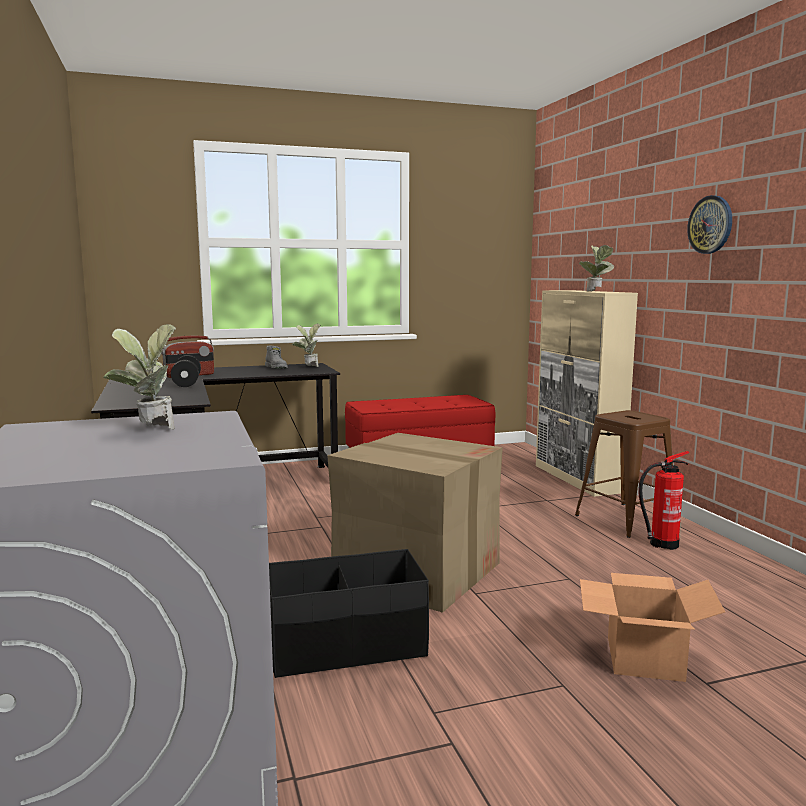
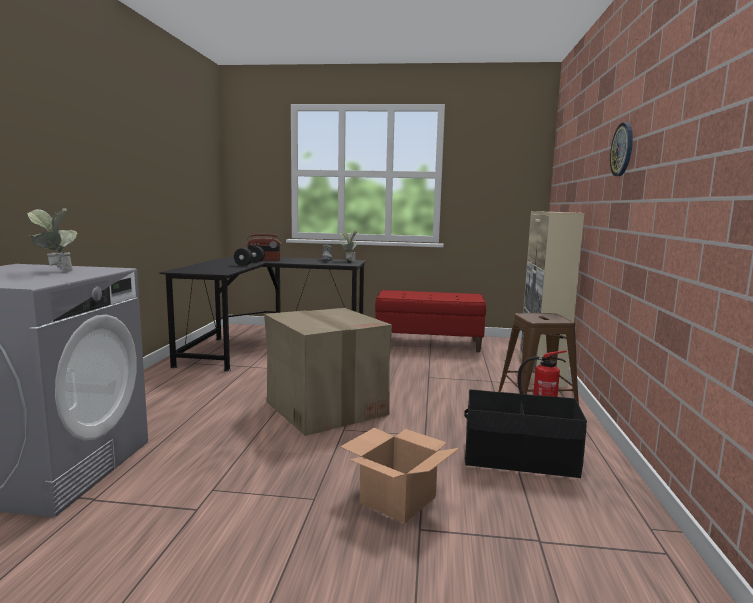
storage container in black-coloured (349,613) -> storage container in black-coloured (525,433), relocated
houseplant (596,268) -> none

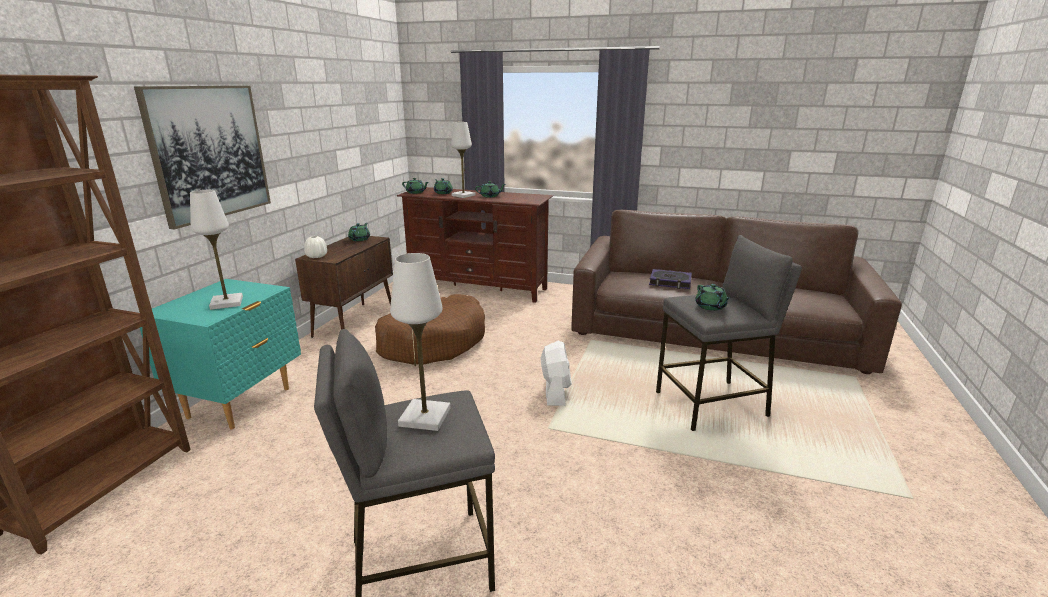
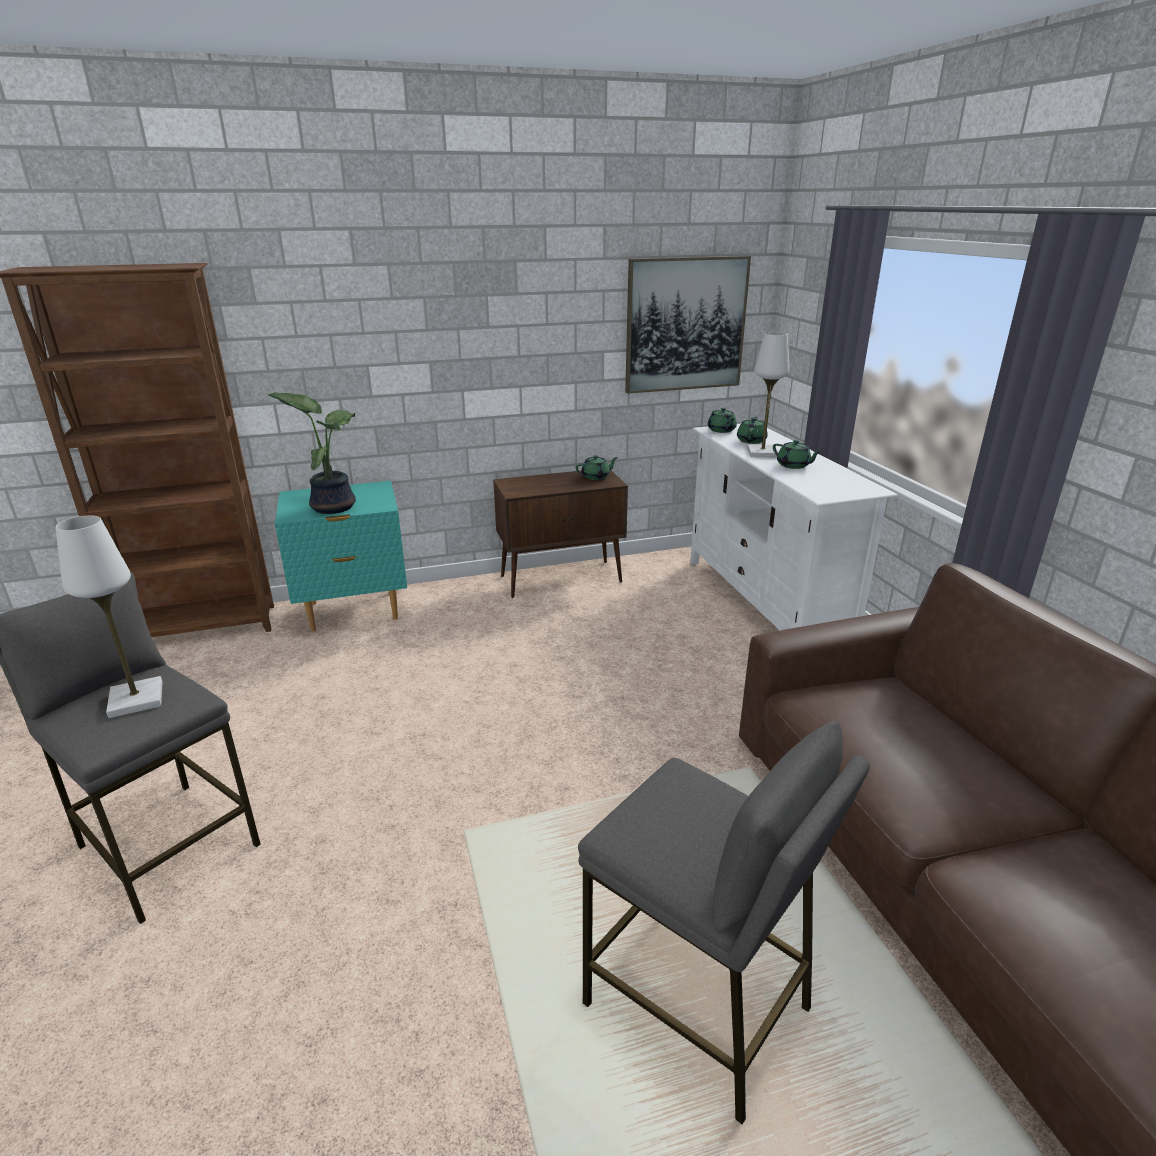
table lamp in white (216,250) -> houseplant (311,453)
wall art (202,157) -> wall art (688,325), relocated
media console in brown (475,245) -> media console in white (794,527)
decorative vase in white (315,247) -> none
pet bed in brown (430,329) -> none
cooling fan in white (556,373) -> none
book (670,279) -> none
tea pot in greenish (713,297) -> none

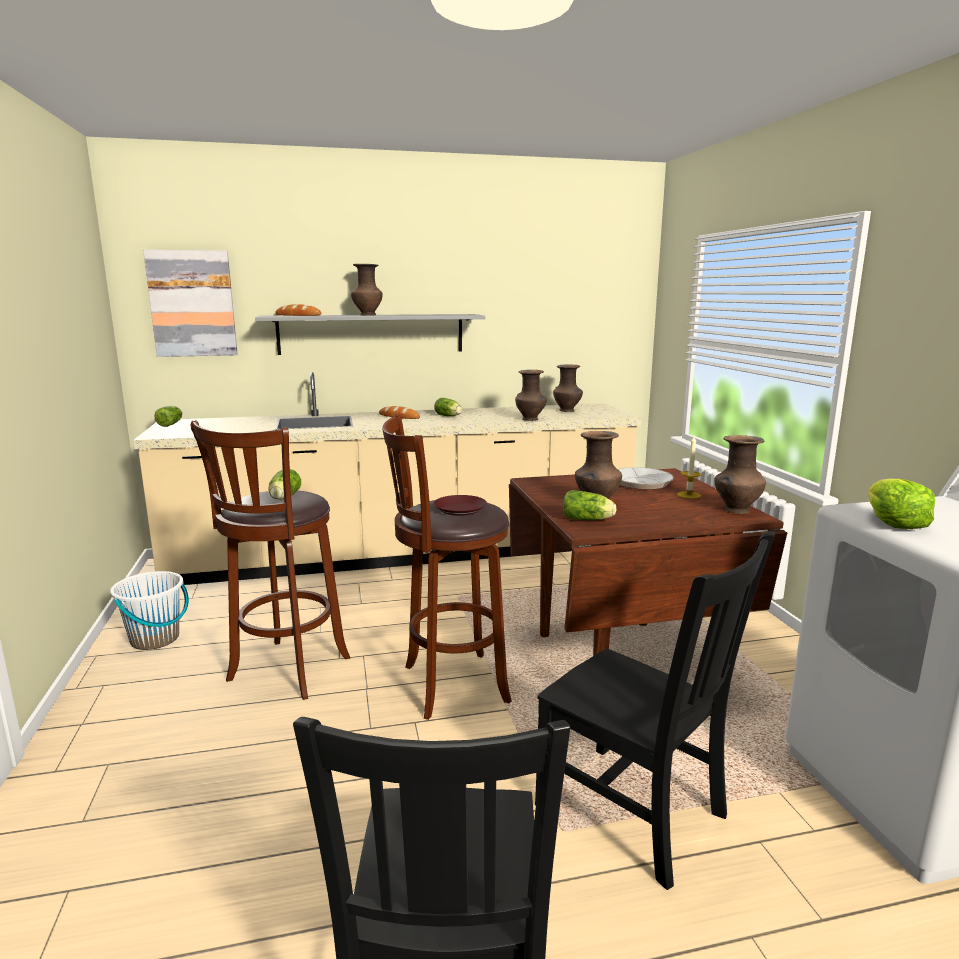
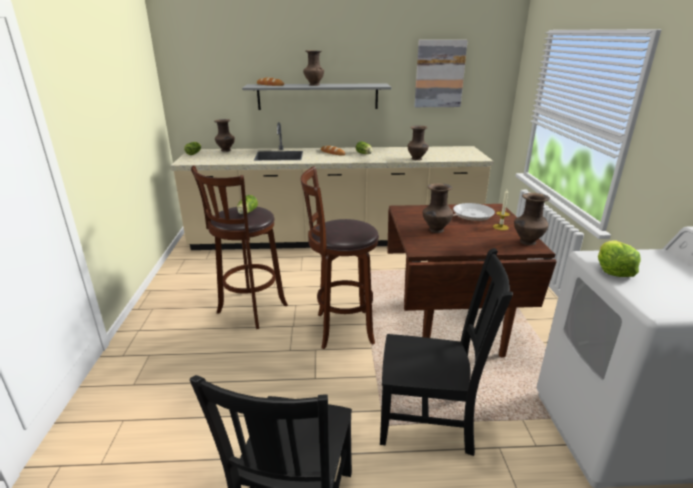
decorative vase in brown (568,388) -> decorative vase in brown (224,135), relocated
plain chair in black-coloured (655,711) -> plain chair in black-coloured (446,352), 45 degrees counterclockwise
wall art (190,303) -> wall art (441,73), relocated
water bucket in white (149,610) -> none
dinner plate in brown (460,505) -> none
lettuce (590,505) -> none

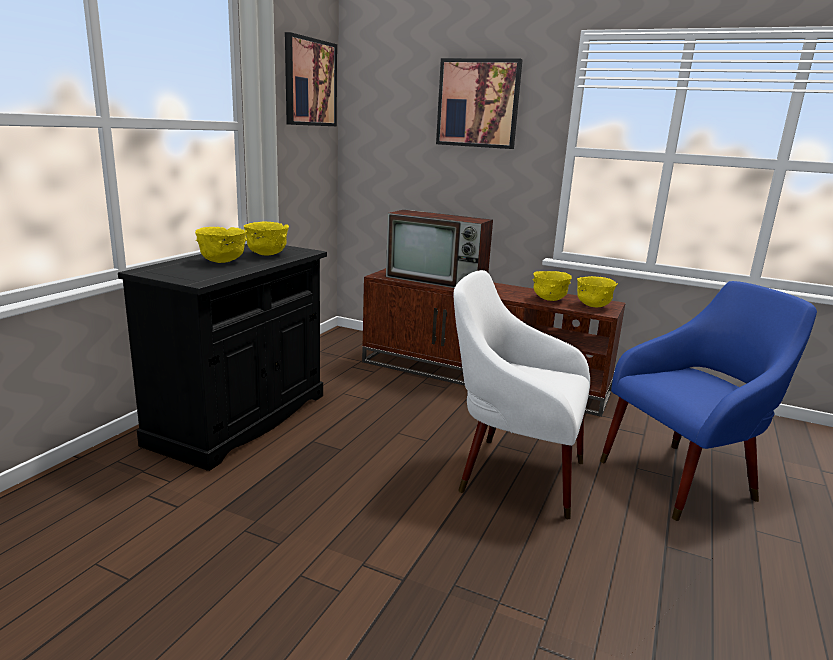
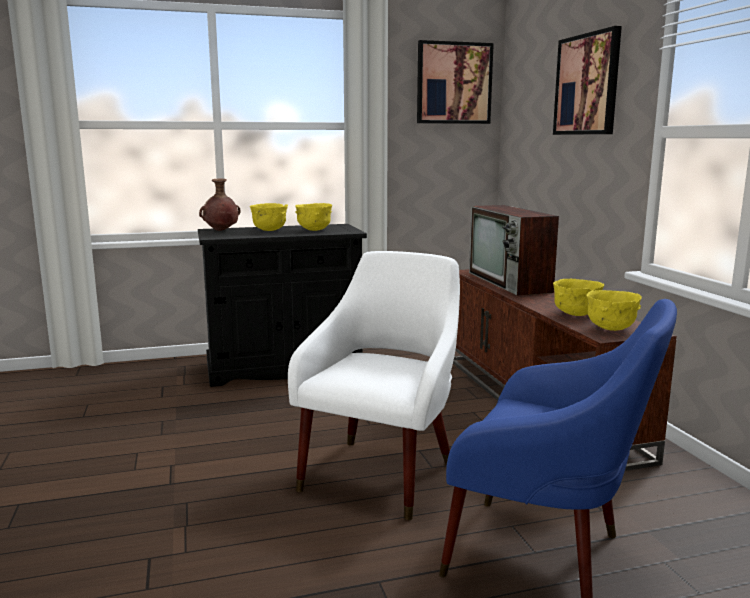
none -> decorative vase in brown (220,204)
armchair in white (521,394) -> armchair in white (374,385), 45 degrees clockwise

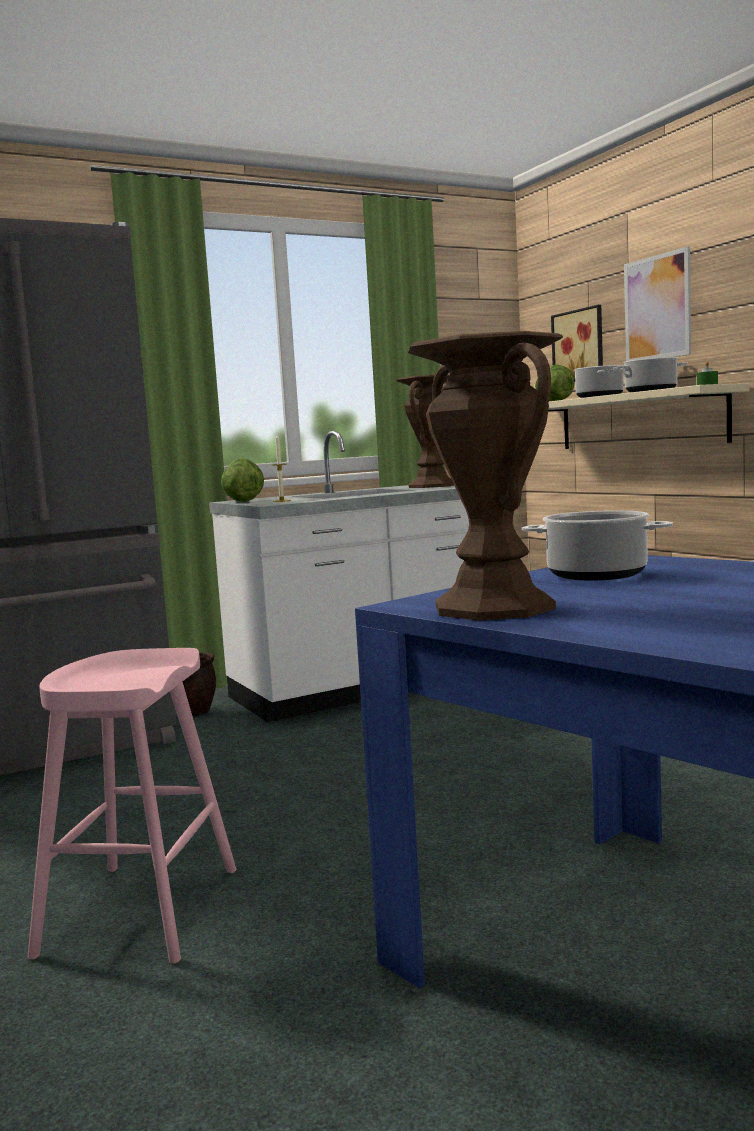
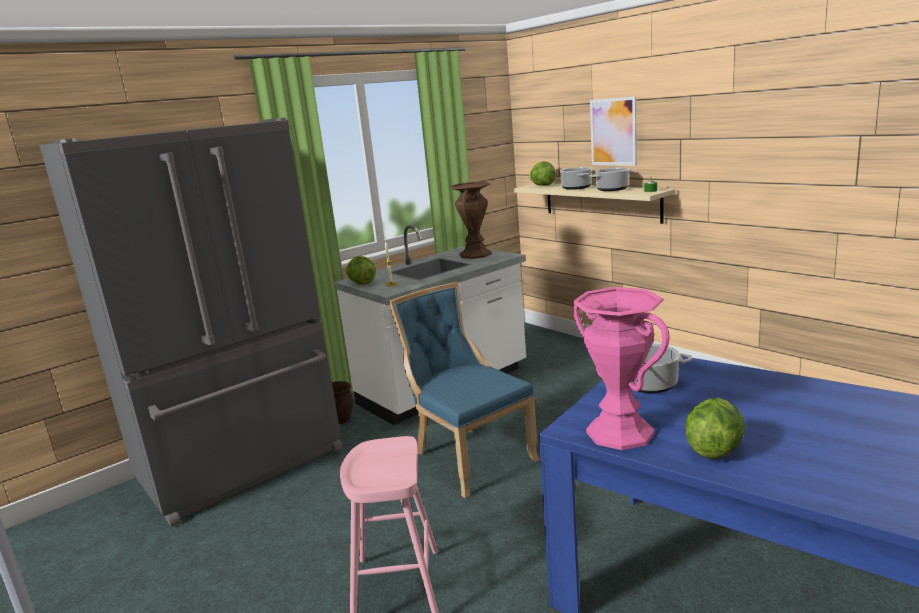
none -> plain chair in blue-coloured (464,390)
decorative vase in brown (485,475) -> decorative vase in pink (621,368)
none -> lettuce (715,428)
wall art (577,343) -> none

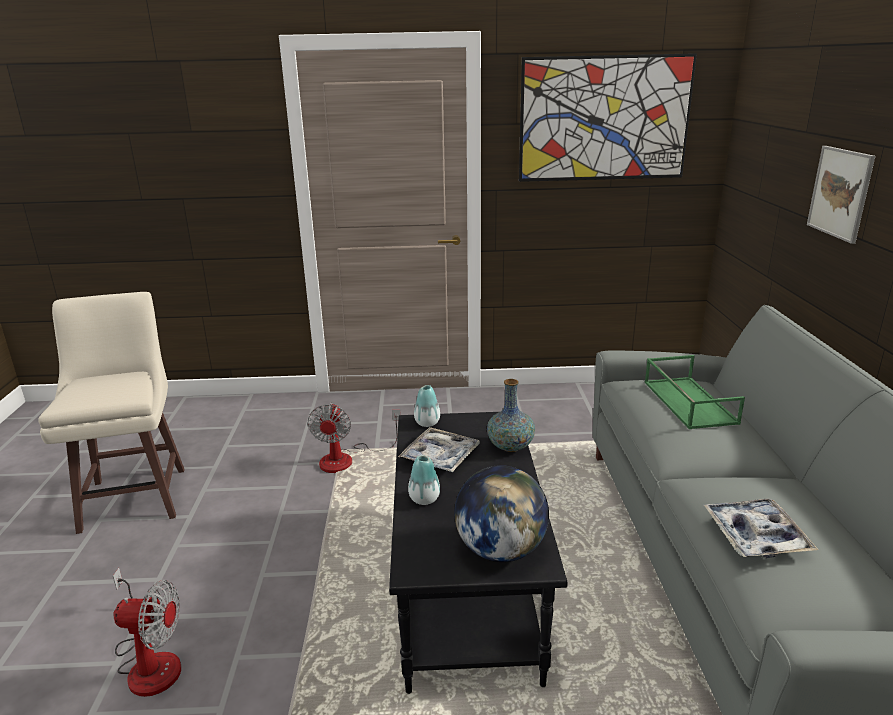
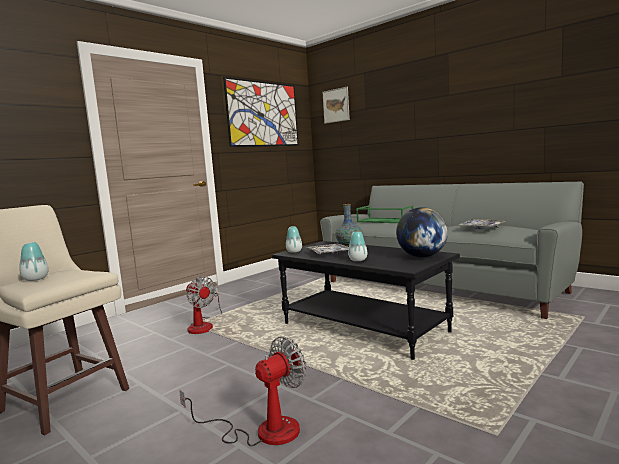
none -> decorative vase (34,261)
wall art (841,195) -> wall art (336,105), relocated

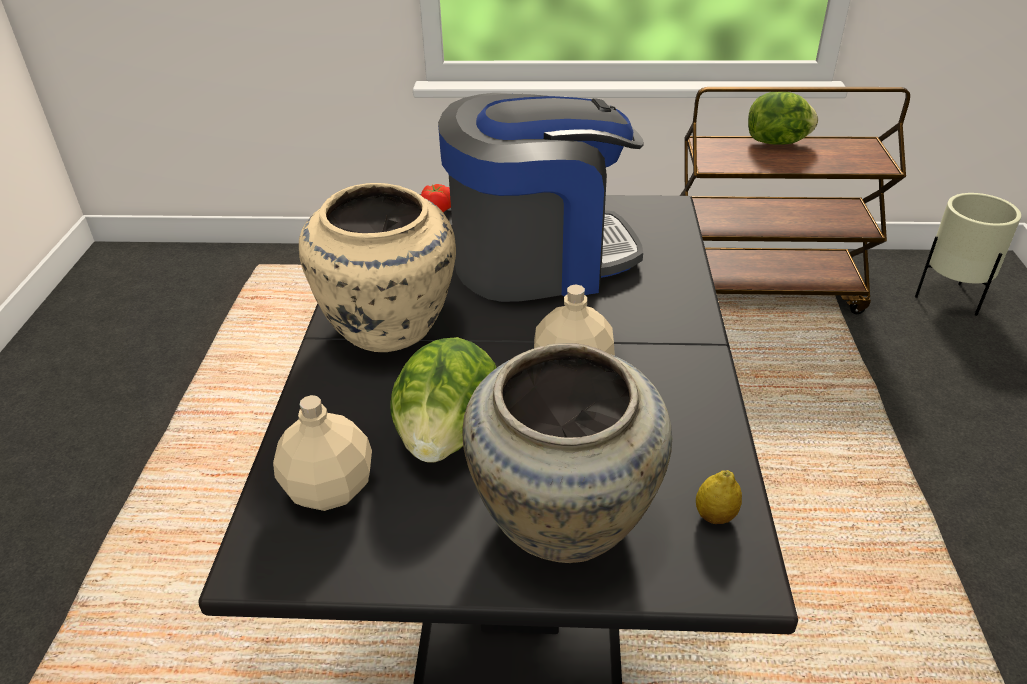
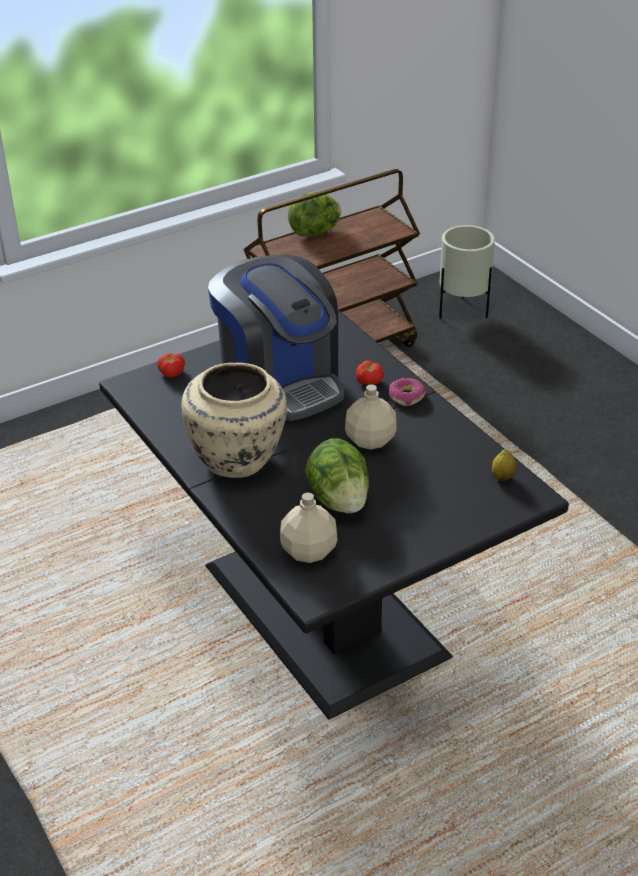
coffee machine (541,197) -> coffee machine (276,338), 105 degrees clockwise
none -> whole tomato (370,372)
none -> donut (407,392)
decorative vase in beige-coloured (567,453) -> none

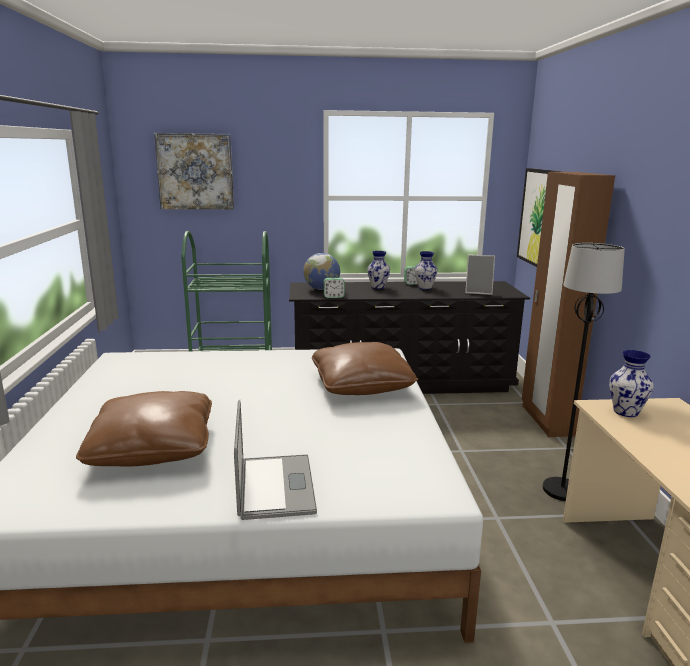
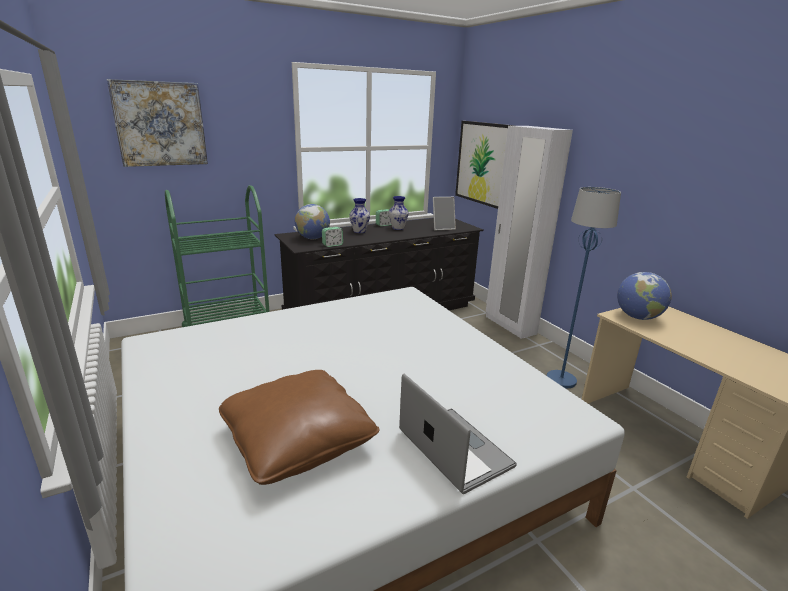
clothes cupboard in brown (568,304) -> clothes cupboard in white (529,232)
standard lamp in black-coloured (584,372) -> standard lamp in blue-coloured (584,287)
decorative vase (631,383) -> globe (644,296)
pillow in brown (365,368) -> none

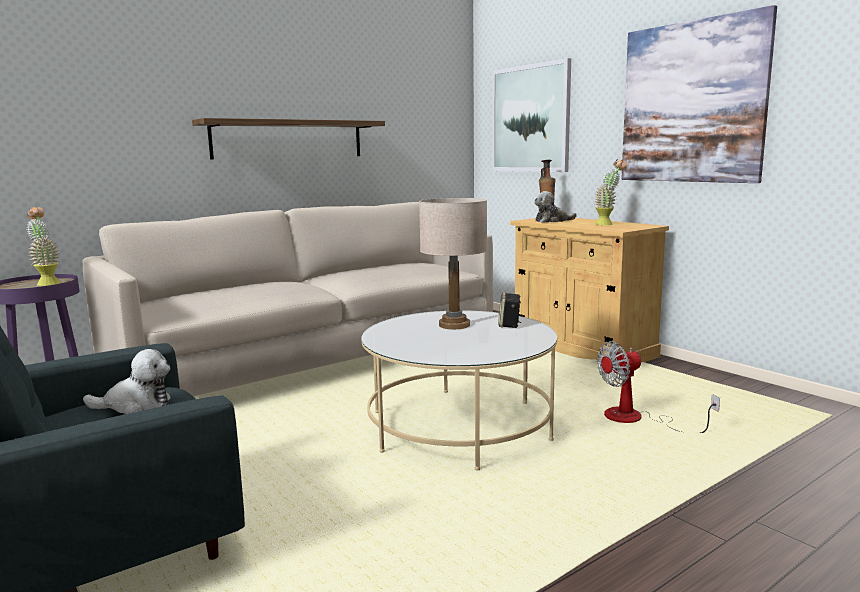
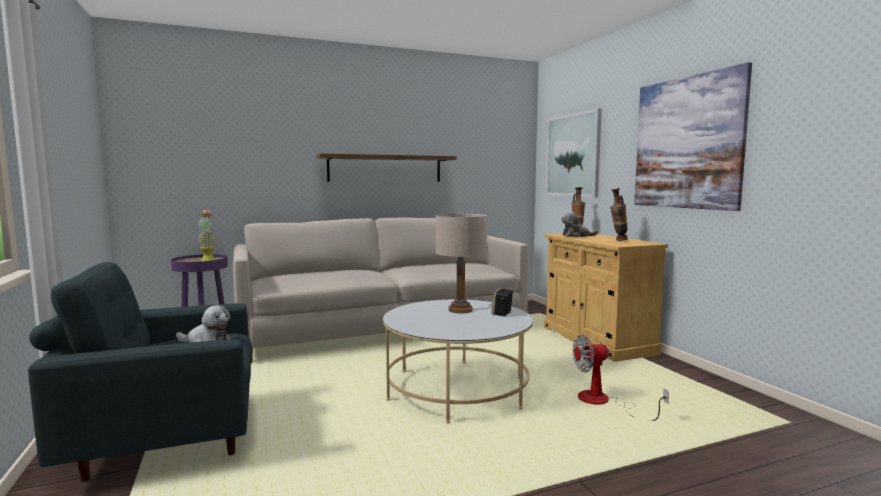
houseplant (610,192) -> decorative vase (619,214)

